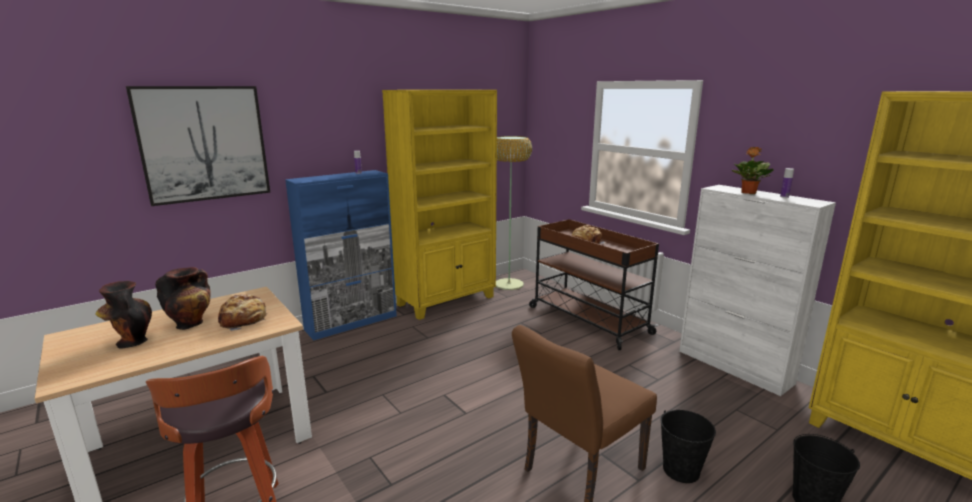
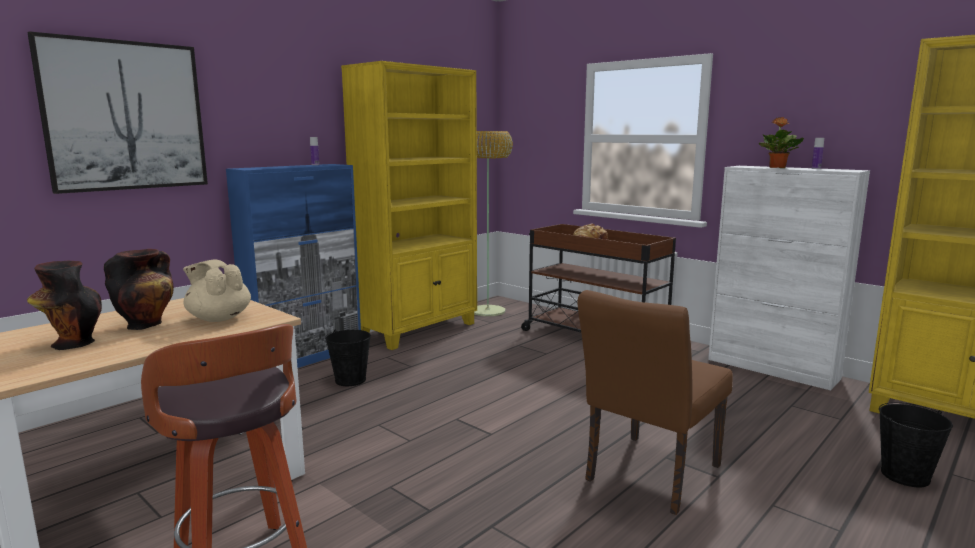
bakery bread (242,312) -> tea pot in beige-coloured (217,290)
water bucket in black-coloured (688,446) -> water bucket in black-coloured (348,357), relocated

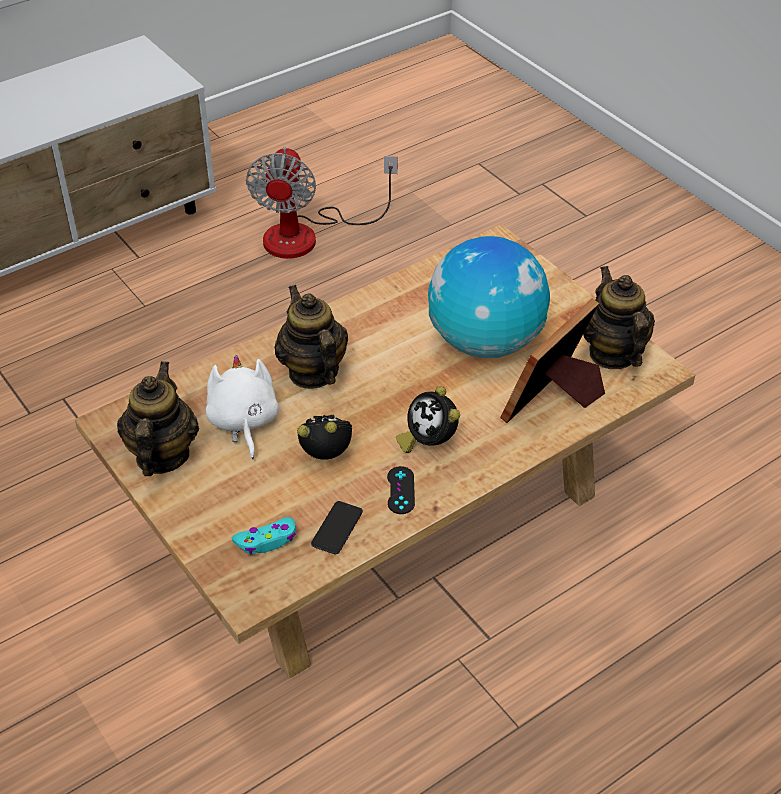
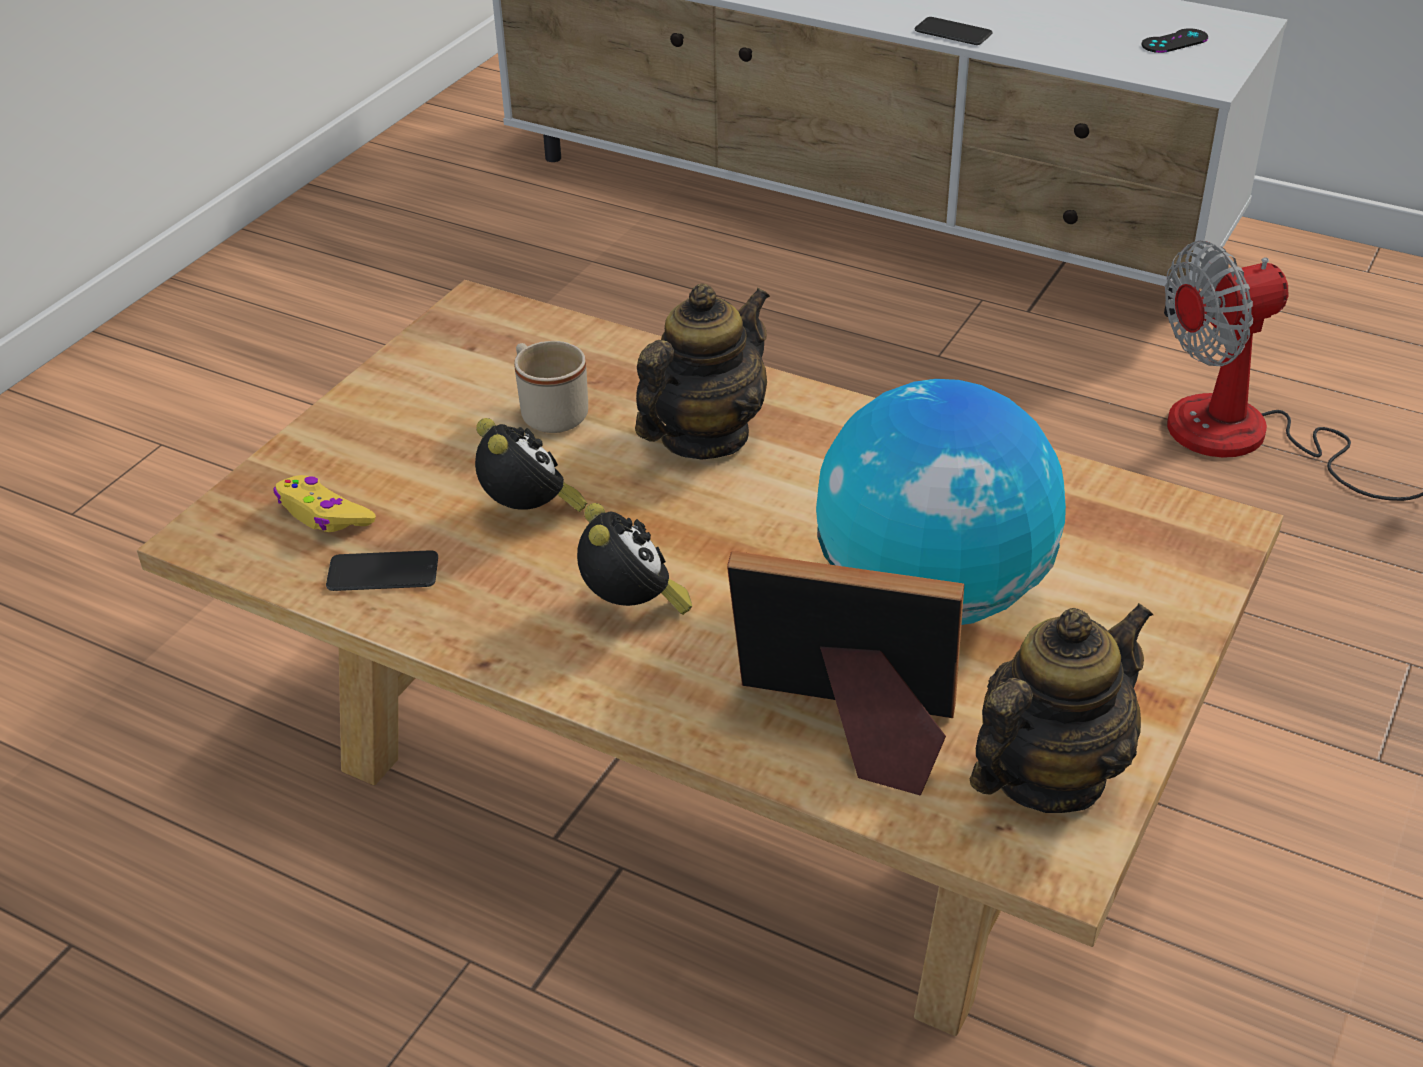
joypad in turquoise-coloured (264,536) -> joypad in yellow-coloured (324,503)
cuddly toy in white (242,407) -> coffee mug in beige-coloured (551,387)
bedside clock (428,419) -> bedside clock (634,559), 135 degrees clockwise
none -> telephone (953,31)
joypad in black-coloured (401,490) -> joypad in black-coloured (1175,40), relocated
tea pot (158,418) -> none

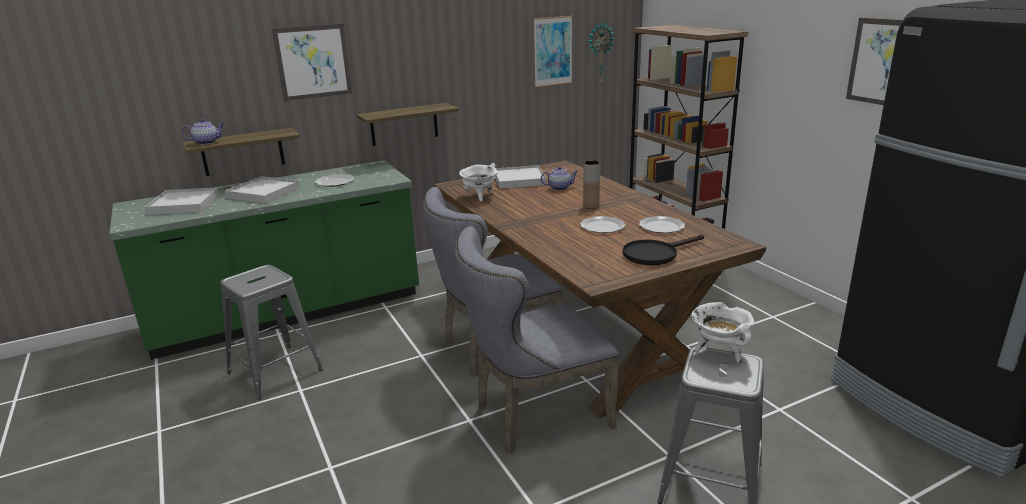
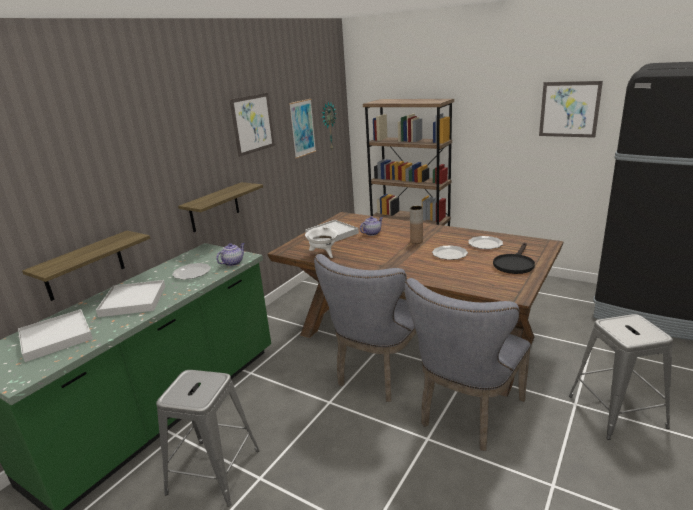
tea pot (203,132) -> tea pot (230,254), relocated
wall art (312,62) -> wall art (252,125), relocated
saucepot in white (722,333) -> none

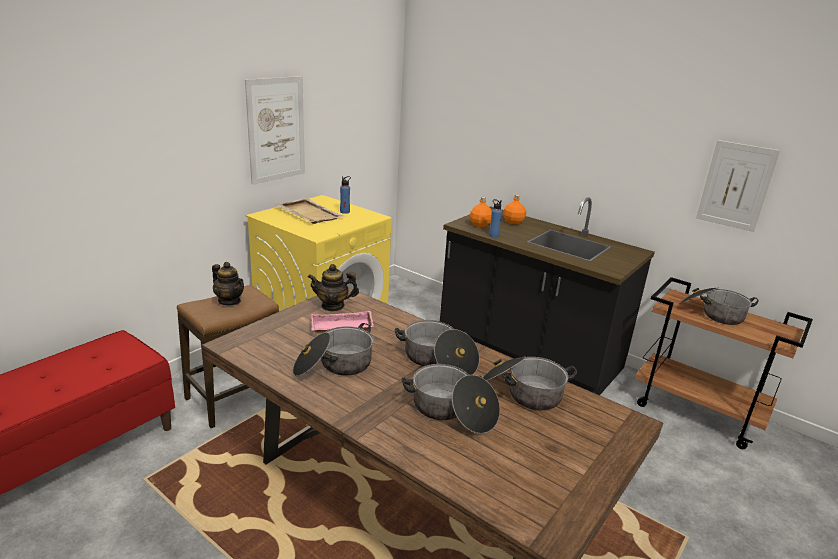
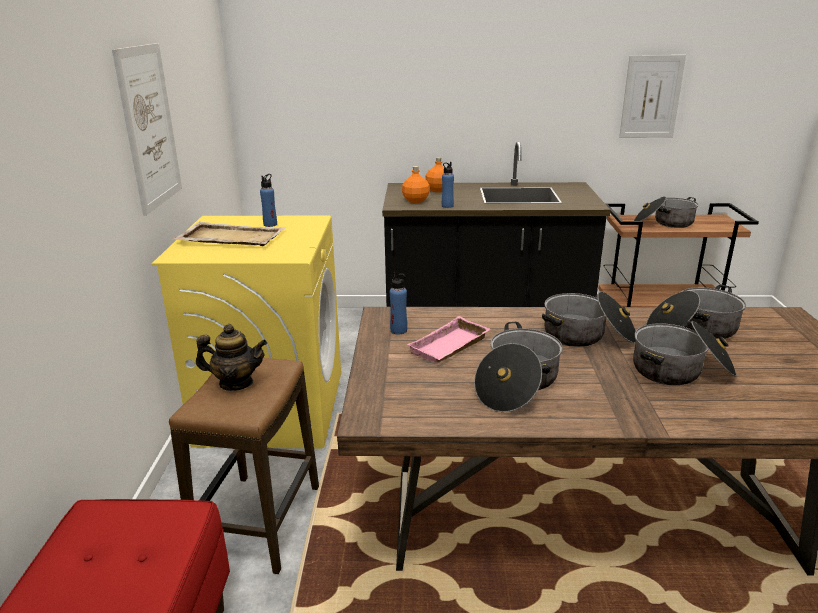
tea pot (333,287) -> bottle in blue-coloured (398,303)

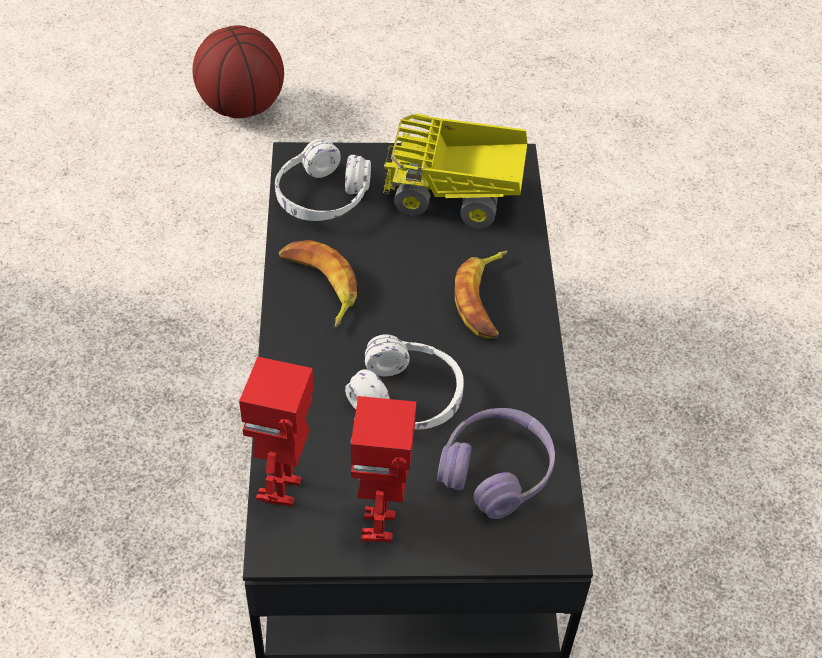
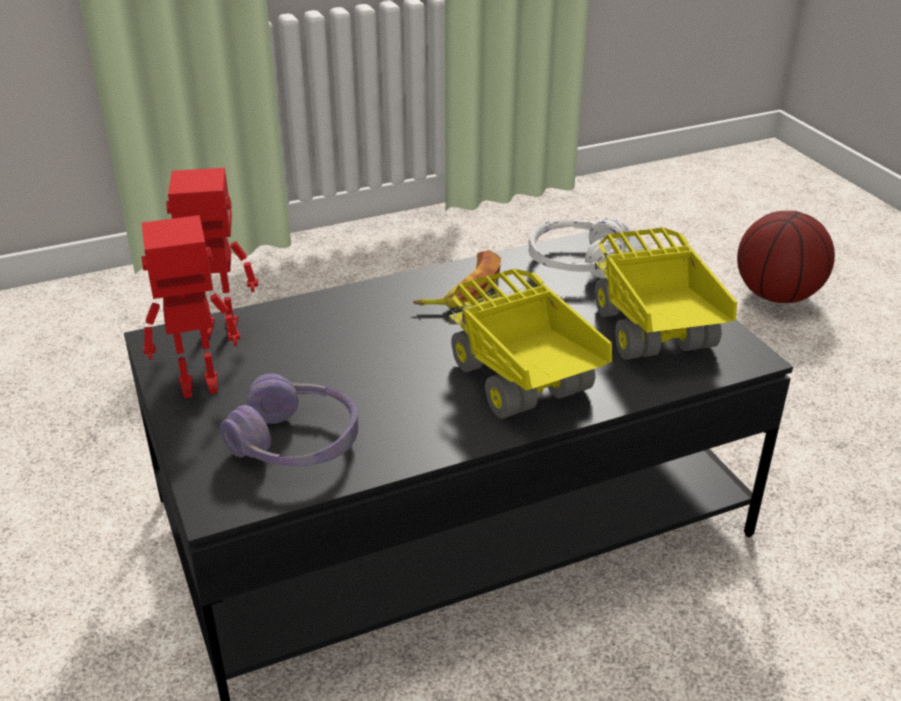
whole banana (481,294) -> toy lorry (530,344)
pair of headphones in white (404,382) -> none

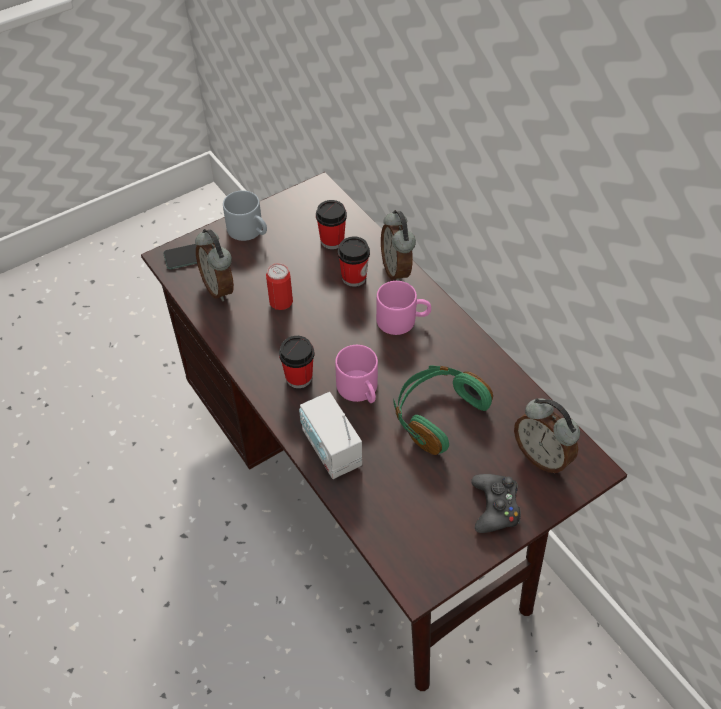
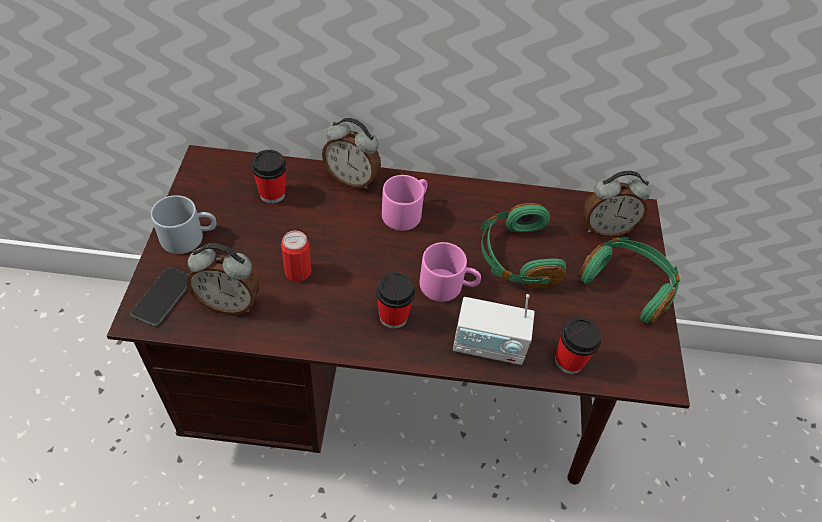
drinking cup (354,261) -> drinking cup (578,345), relocated
joypad in black-coloured (496,503) -> pair of headphones in greenish (629,280)

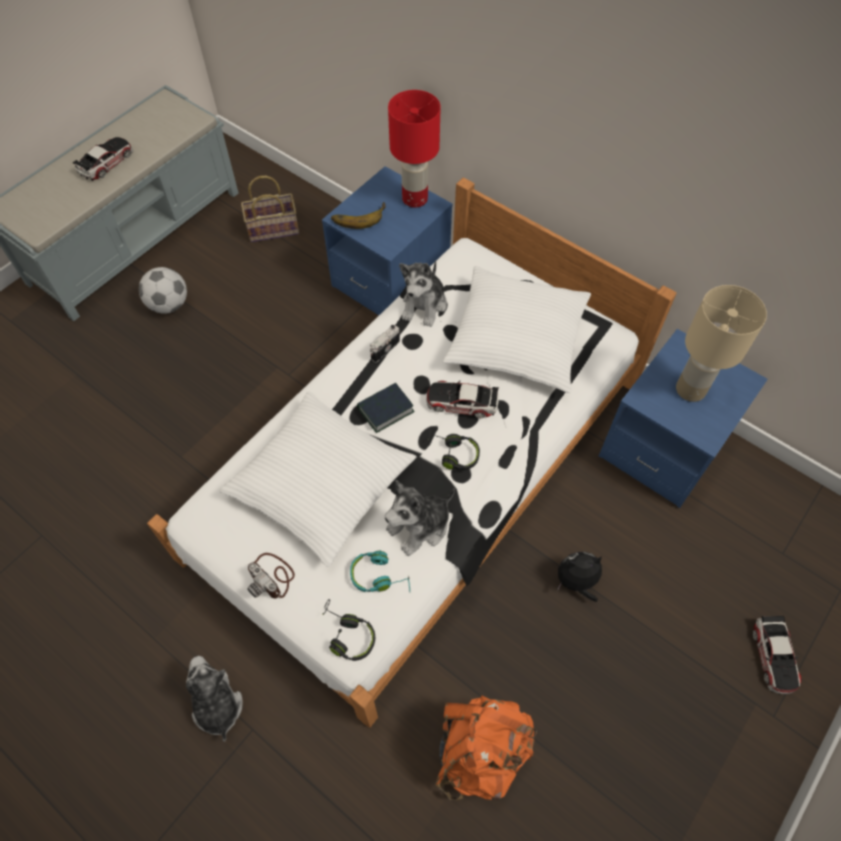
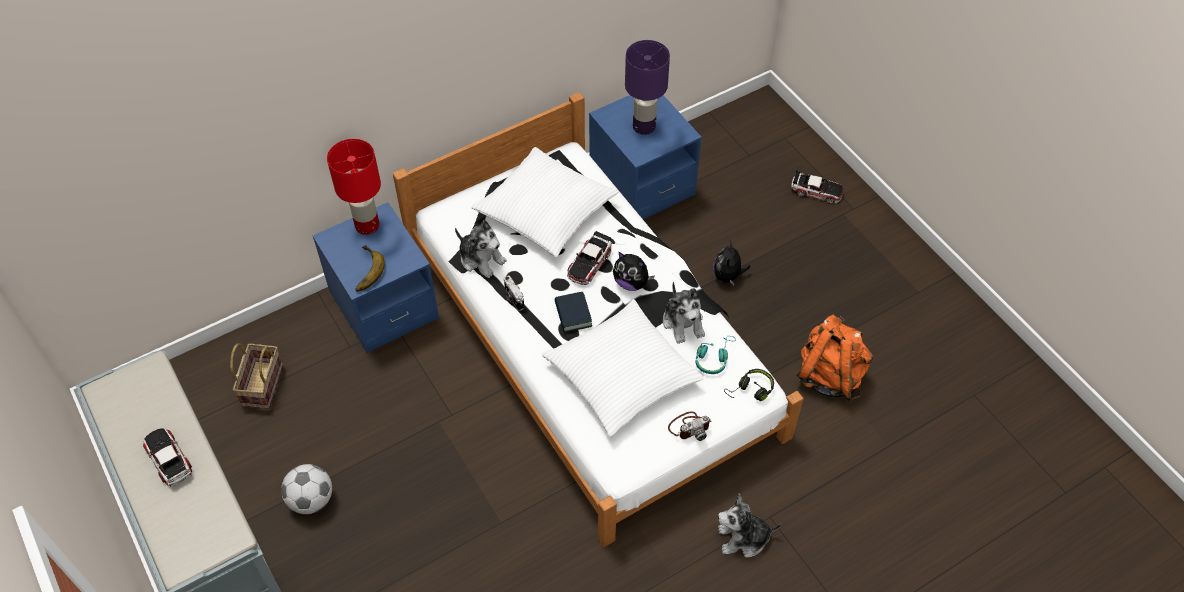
pair of headphones in black-coloured (454,448) -> cuddly toy (634,271)
table lamp in beige-coloured (721,343) -> table lamp in purple-coloured (647,87)

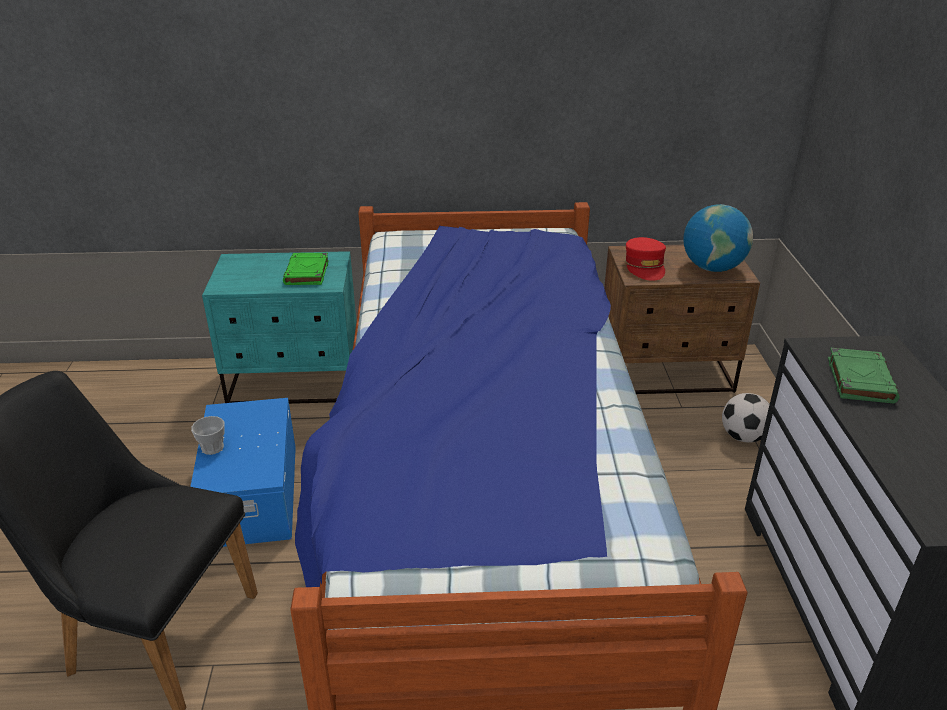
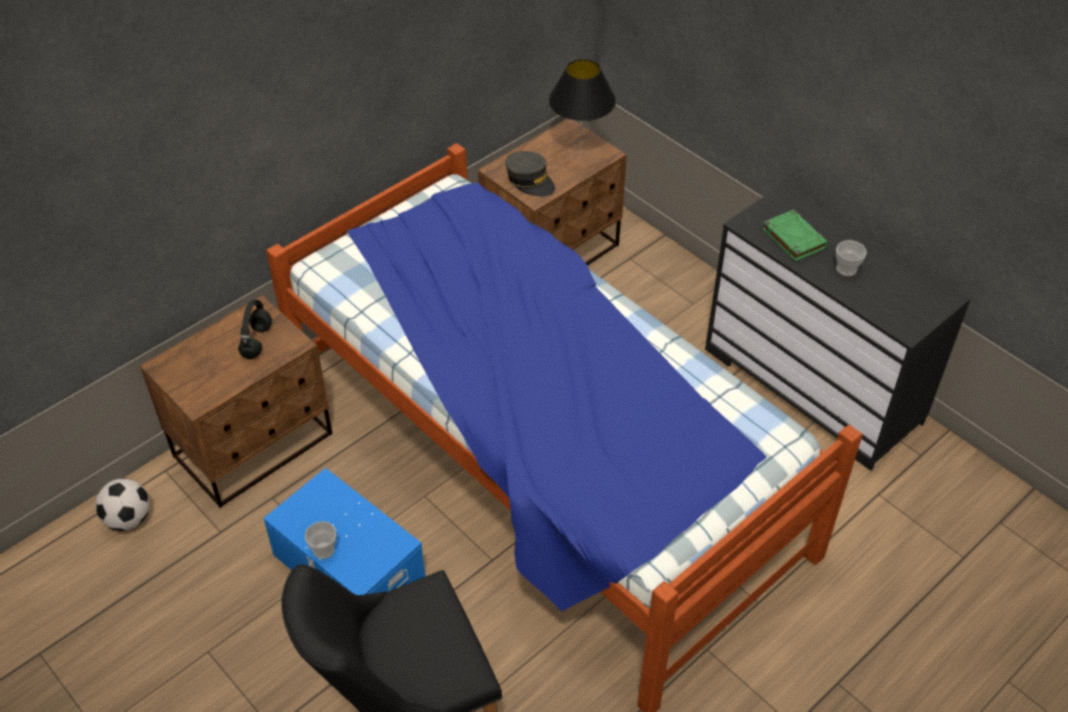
football ball (746,418) -> football ball (122,504), relocated
nightstand in turquoise-coloured (279,327) -> nightstand in brown (236,401)
book in greenish (306,269) -> pair of headphones in black-coloured (255,329)
cap in red (645,259) -> cap in greyish (530,174)
globe (718,238) -> table lamp in black-coloured (582,107)
none -> drinking cup (851,258)

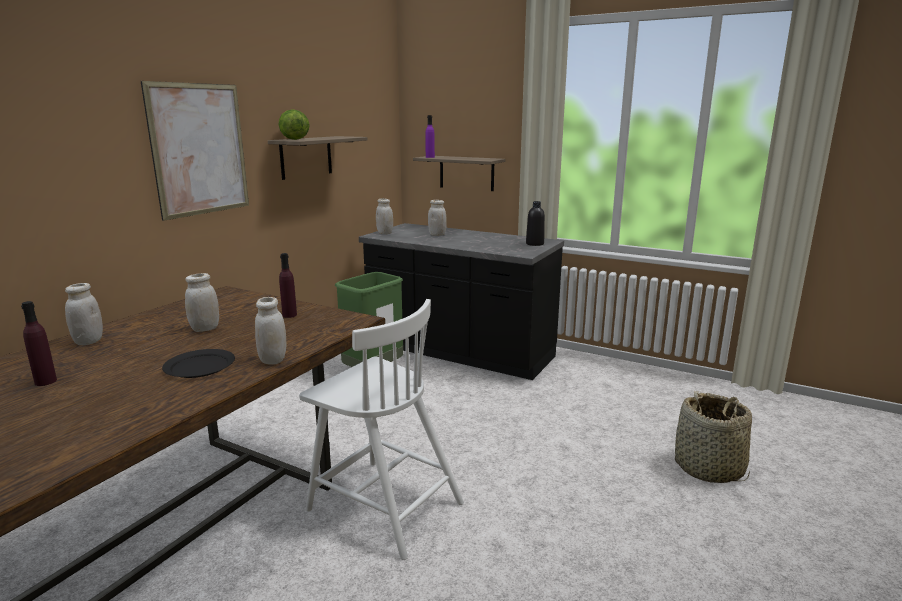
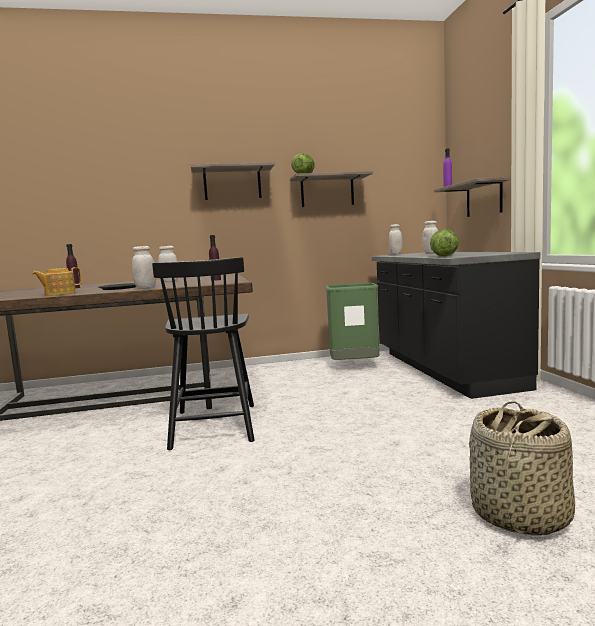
none -> tea pot (57,281)
plain chair in white (381,429) -> plain chair in black-coloured (203,353)
wall art (195,151) -> bracket shelf (233,181)
none -> lettuce (444,242)
jar in white (84,314) -> none
bottle in black-coloured (535,223) -> none

